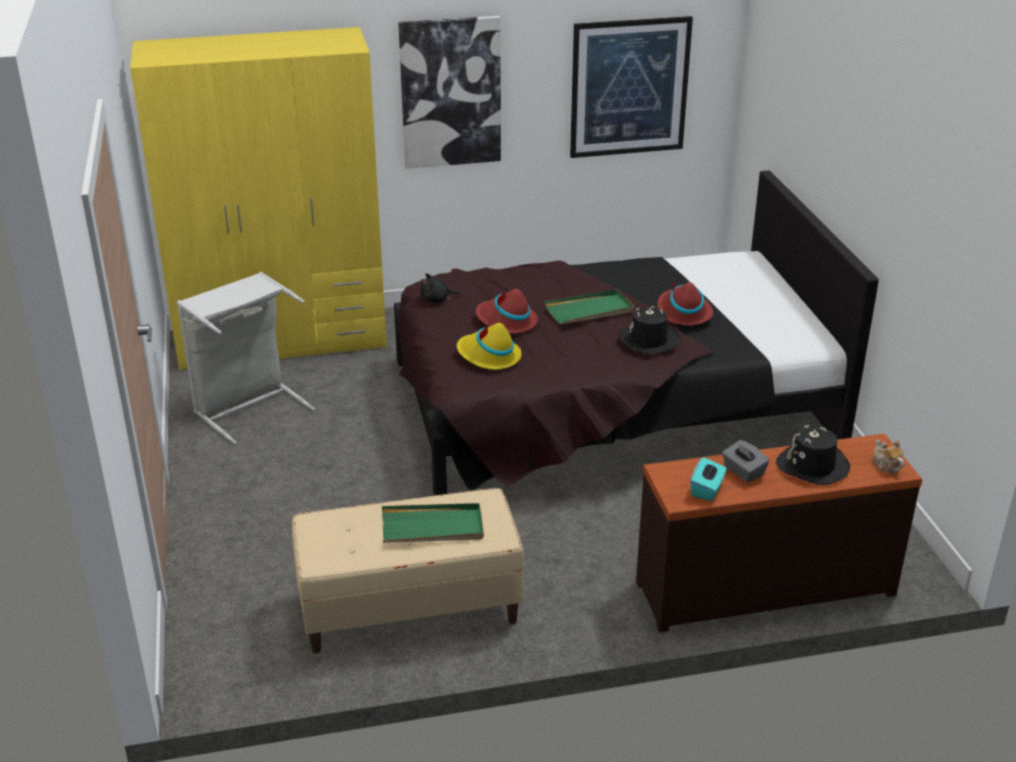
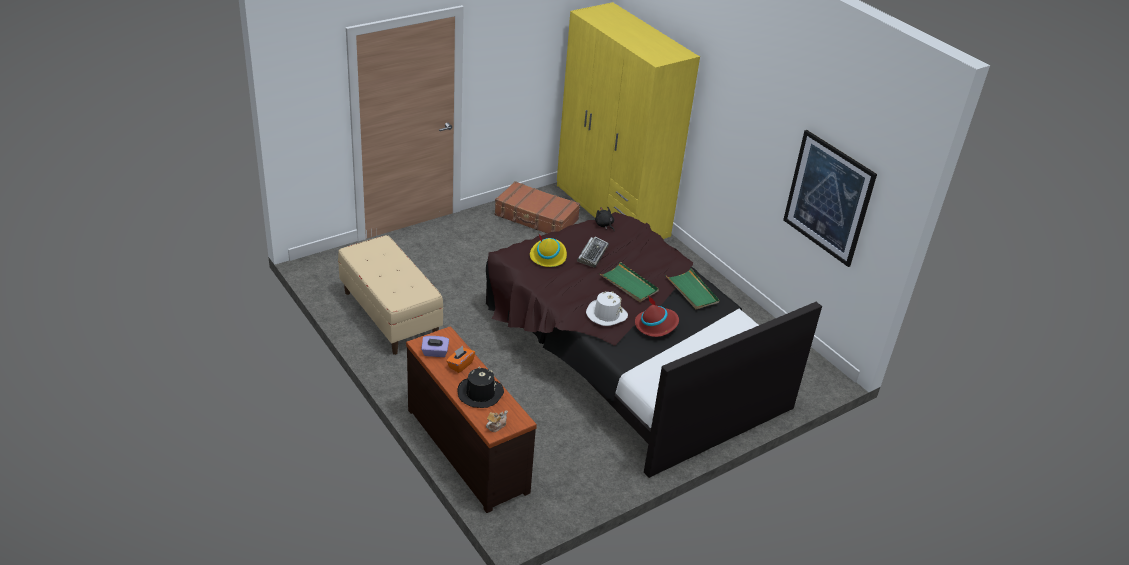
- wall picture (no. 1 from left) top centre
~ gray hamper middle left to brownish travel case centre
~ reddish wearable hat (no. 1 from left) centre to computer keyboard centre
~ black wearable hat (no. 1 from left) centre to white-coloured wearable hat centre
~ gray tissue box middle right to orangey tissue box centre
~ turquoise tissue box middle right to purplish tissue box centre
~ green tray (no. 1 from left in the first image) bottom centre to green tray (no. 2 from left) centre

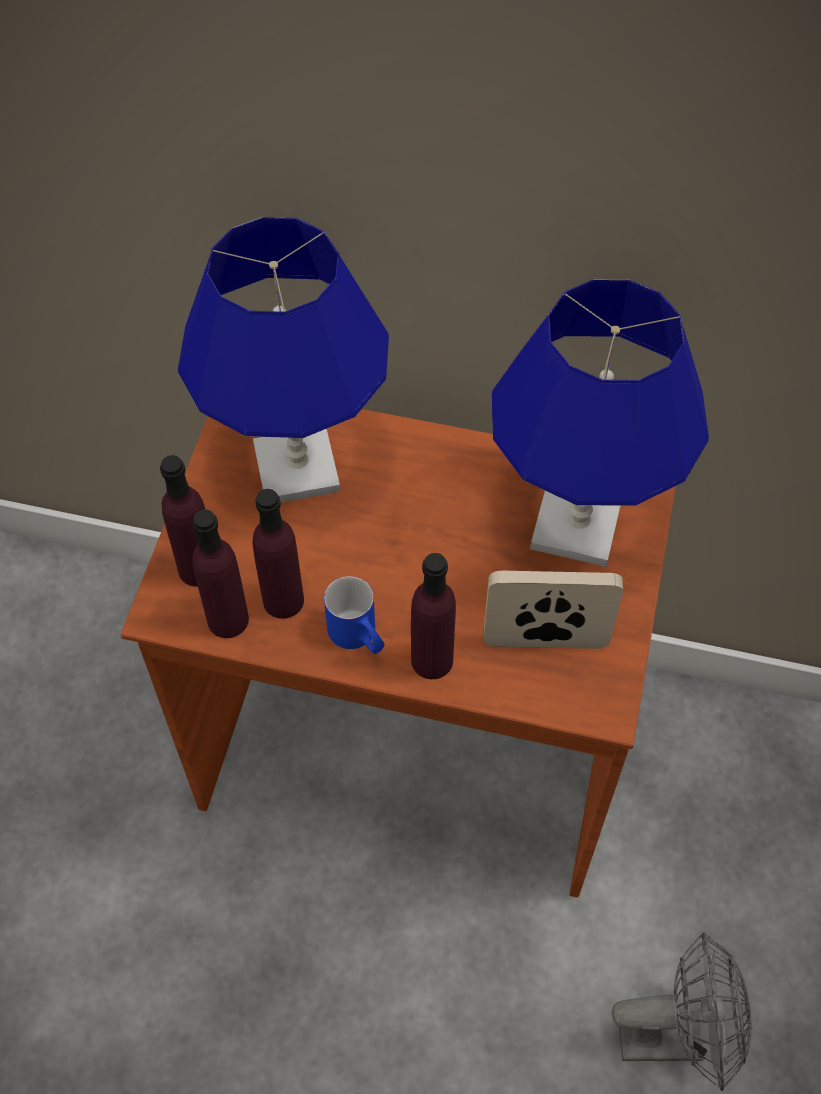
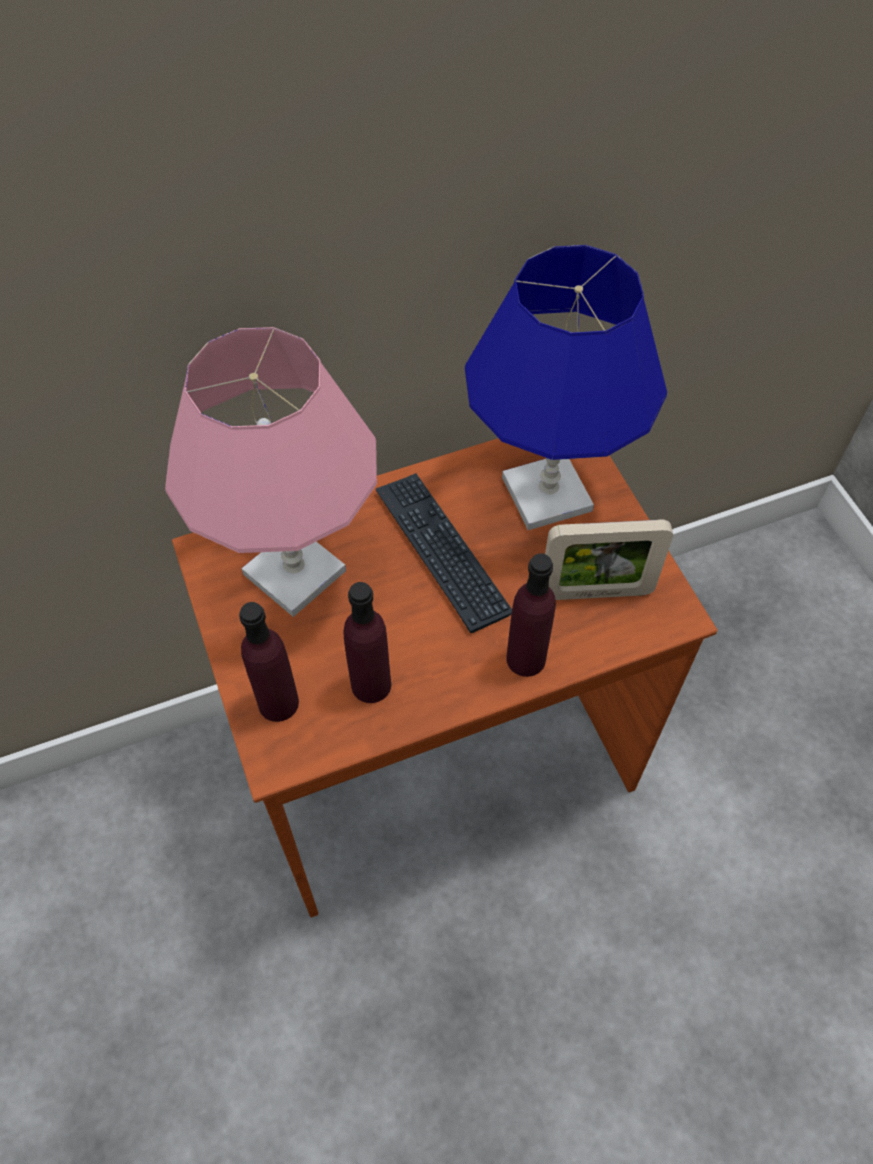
~ blue-coloured tabletop lamp (no. 1 from left) top centre to pinkish tabletop lamp middle left
- purplish drink bottle (no. 2 from left) middle left
~ standing frame middle right = middle right 150 degrees counterclockwise
- blue-coloured coffee mug centre
- gray fan bottom right
+ computer keyboard centre

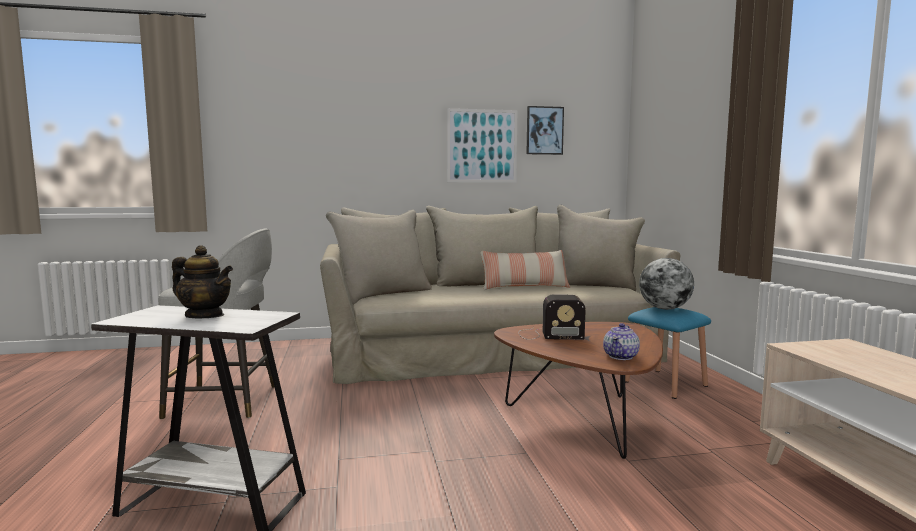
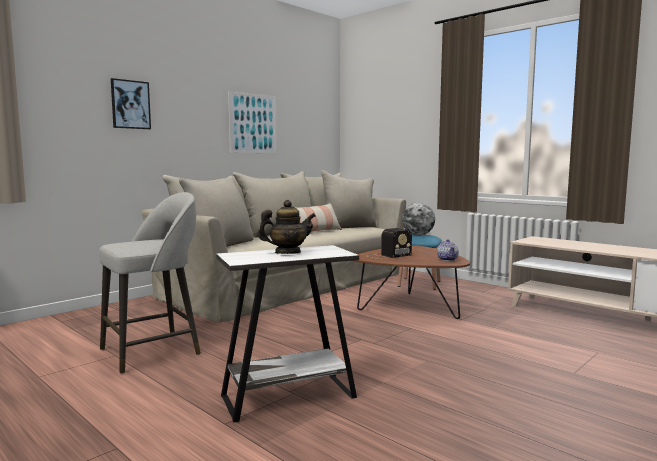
~ wall picture (no. 2 from left in the first image) top centre to wall picture (no. 1 from left) top left

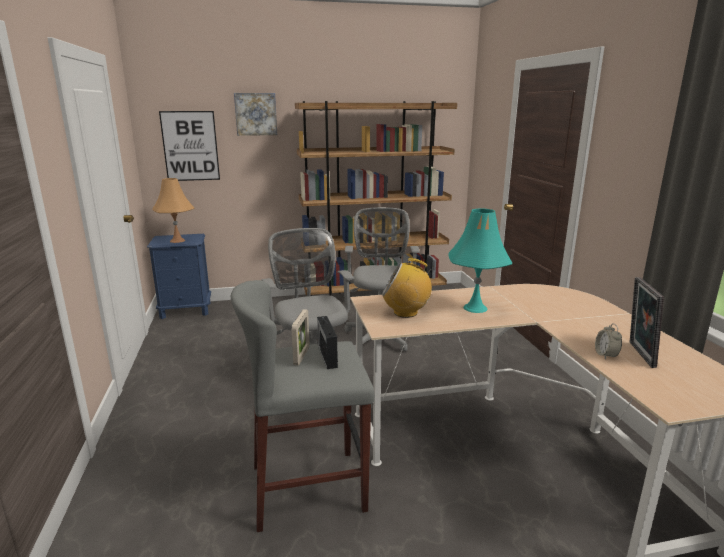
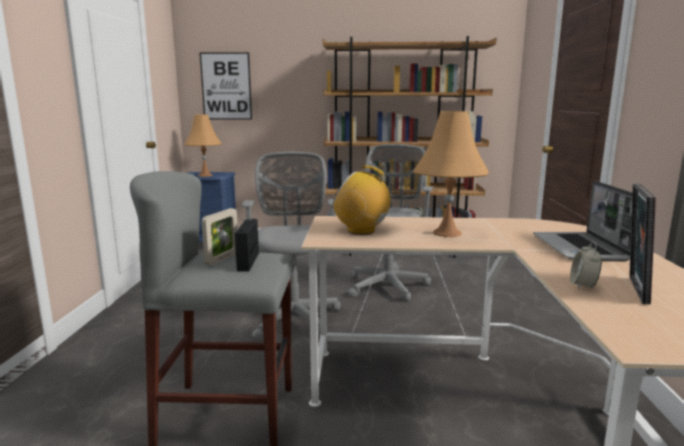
- wall picture (no. 2 from left) top centre
~ turquoise tabletop lamp centre to orangey tabletop lamp (no. 2 from left) centre
+ laptop middle right

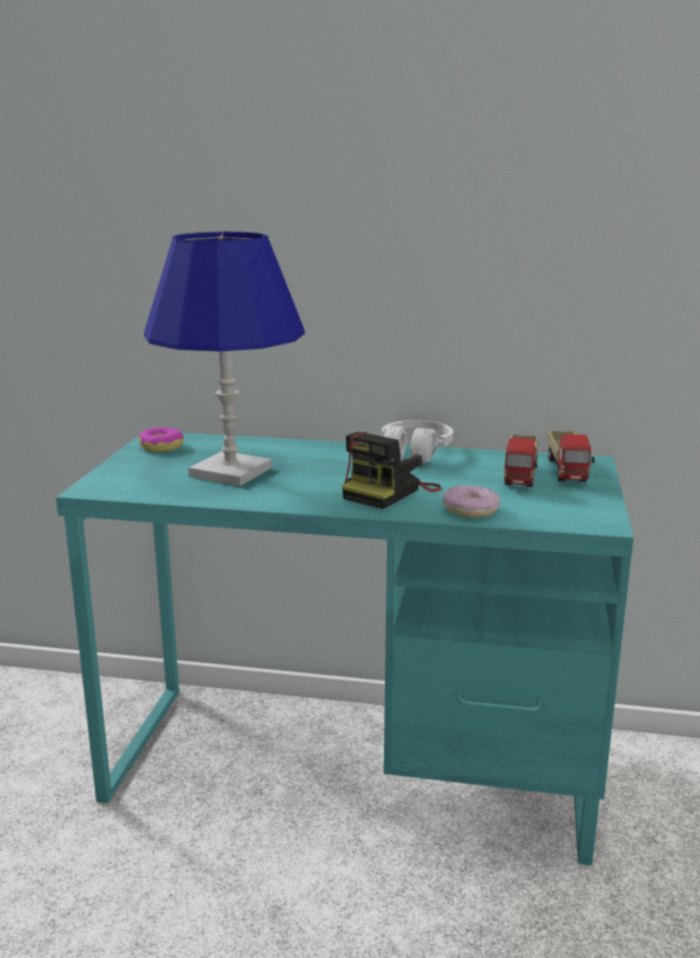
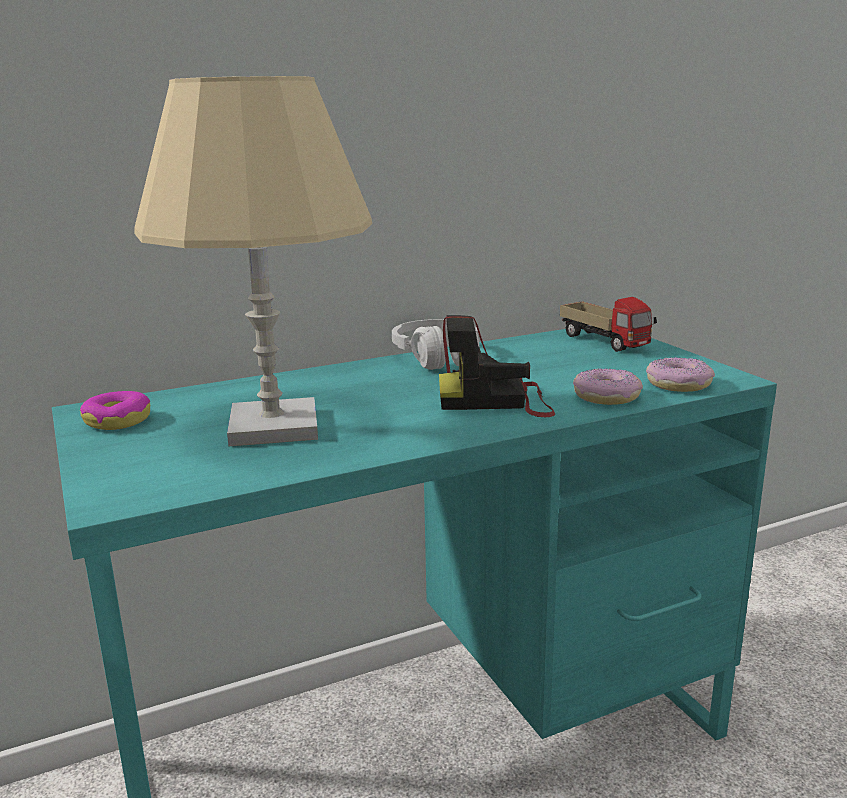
~ blue-coloured tabletop lamp middle left to beige tabletop lamp top left
~ still camera centre = centre 90 degrees clockwise
- model truck (no. 1 from left) middle right
+ doughnut (no. 3 from left) middle right

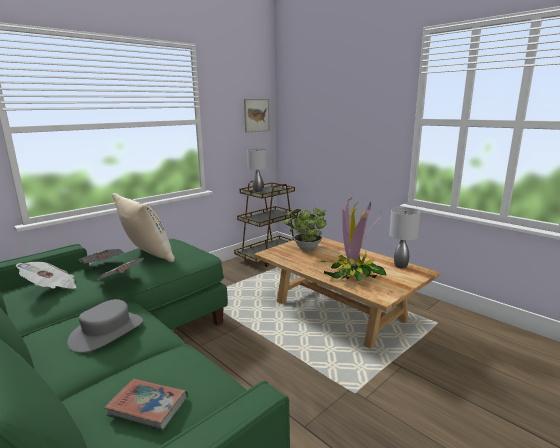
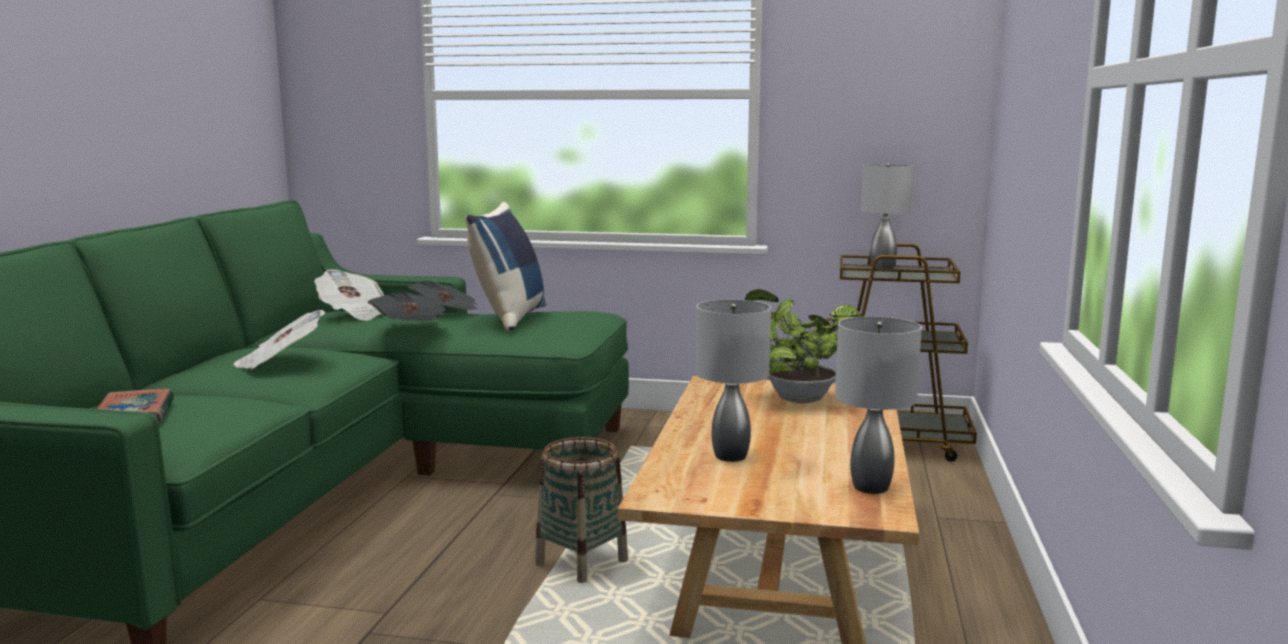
- wall picture top centre
~ beige pillow middle left to blue-coloured pillow centre
~ plant in a pot (no. 2 from left) centre to gray tabletop lamp (no. 1 from left) centre
~ gray wearable hat bottom left to daily paper (no. 1 from left) middle left
+ household basket bottom centre

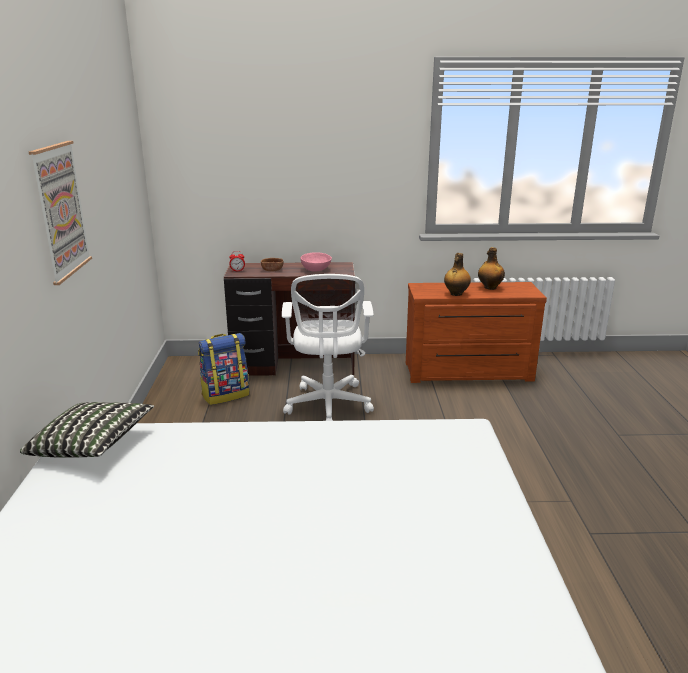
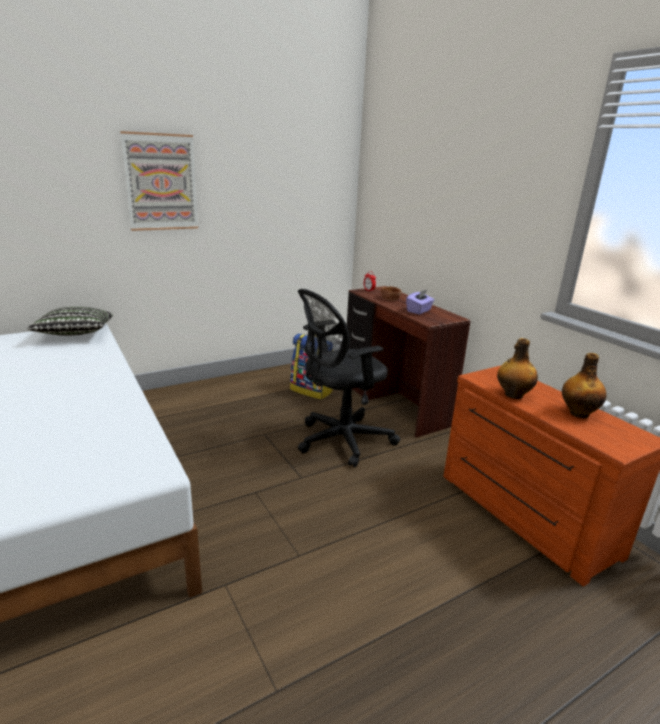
~ pinkish bowl centre to purplish tissue box centre
~ white-coloured computer chair centre to black computer chair centre

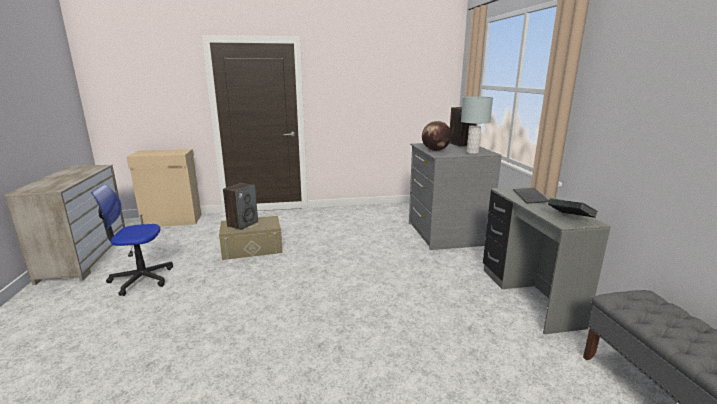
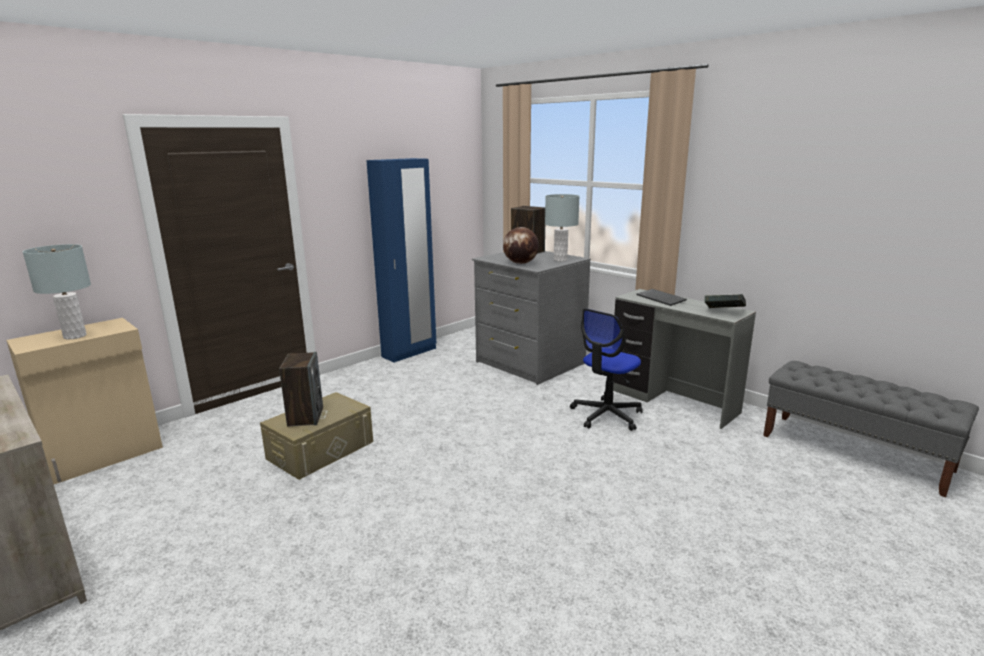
~ computer chair middle left to centre
+ blue-coloured wardrobe centre
+ gray tabletop lamp (no. 1 from left) middle left

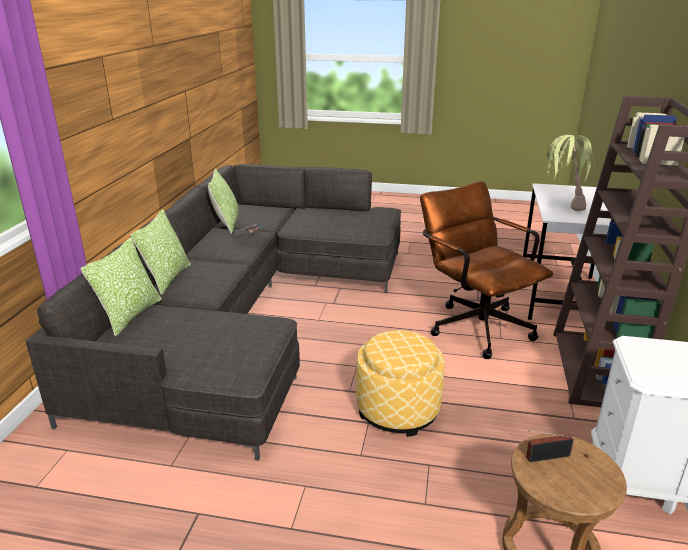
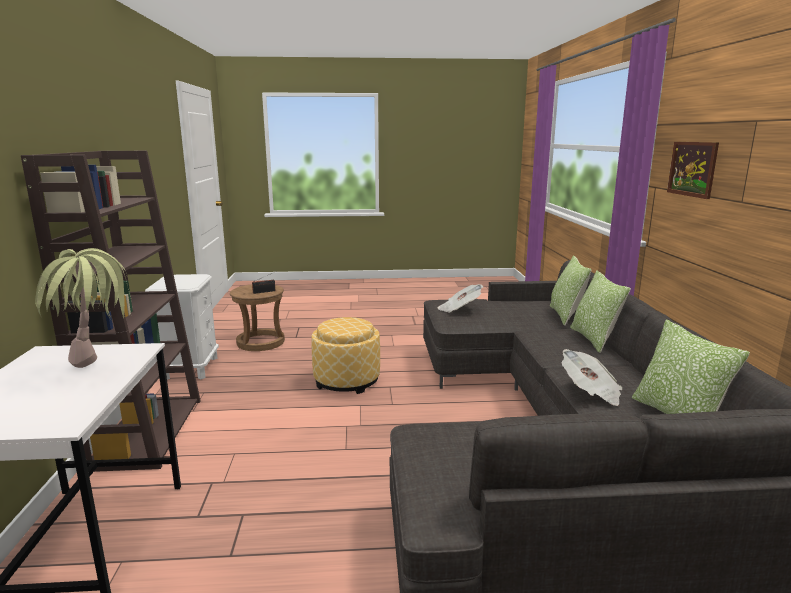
- brownish computer chair middle right
+ wall picture top right
+ daily paper (no. 1 from left) centre

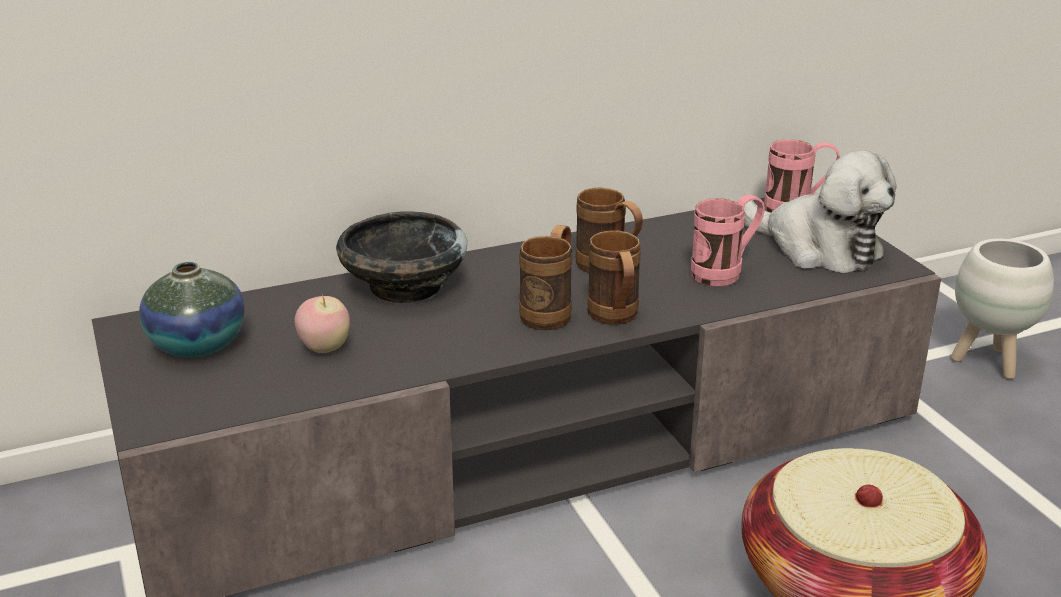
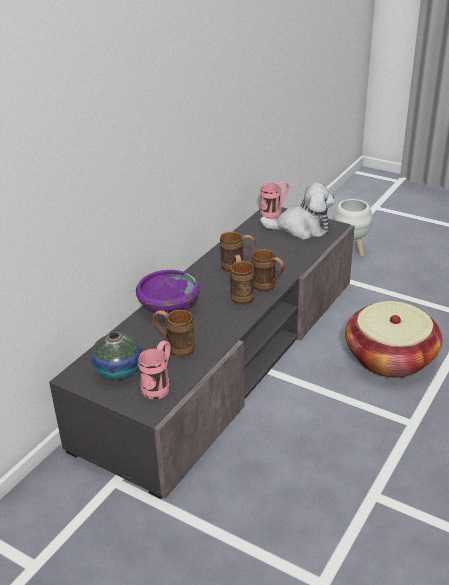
~ pinkish coffee mug (no. 1 from left) middle right to centre
~ black bowl centre to purplish bowl centre
~ whole apple middle left to brownish coffee mug (no. 1 from left) centre

